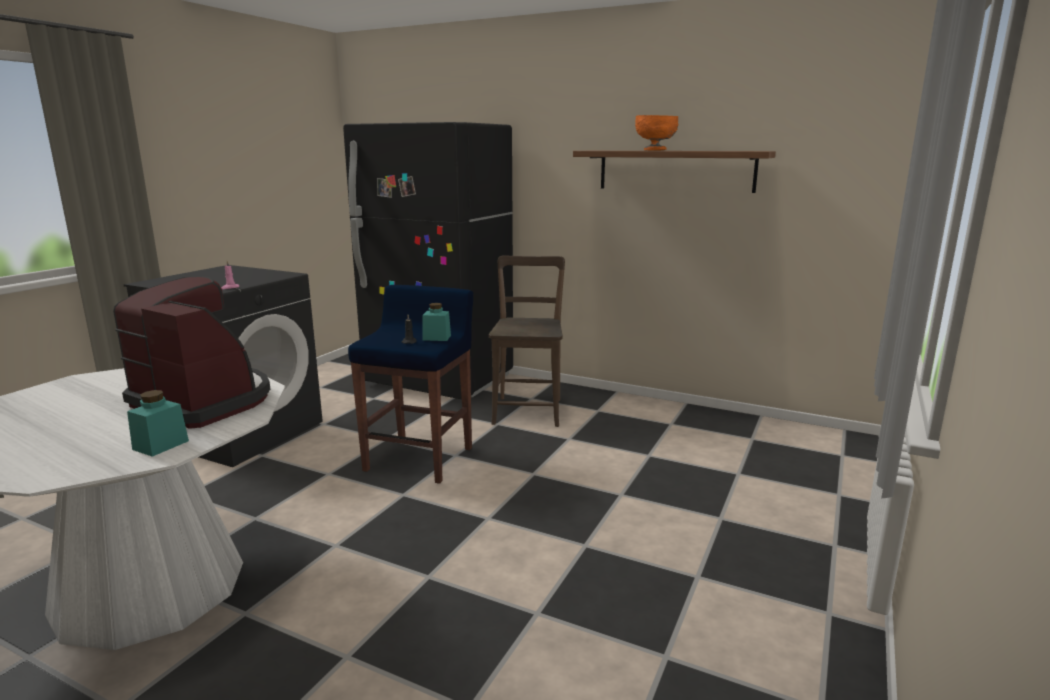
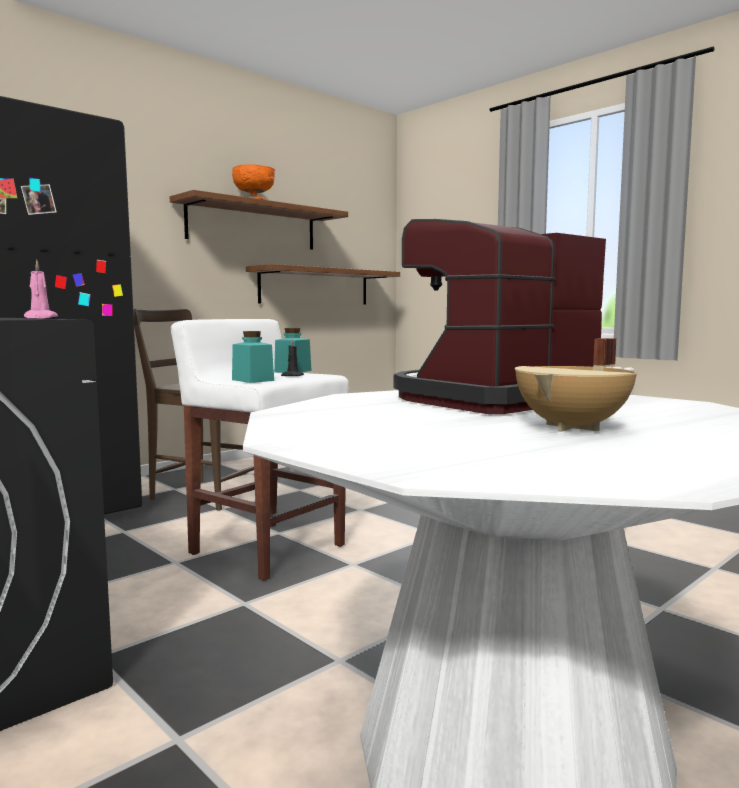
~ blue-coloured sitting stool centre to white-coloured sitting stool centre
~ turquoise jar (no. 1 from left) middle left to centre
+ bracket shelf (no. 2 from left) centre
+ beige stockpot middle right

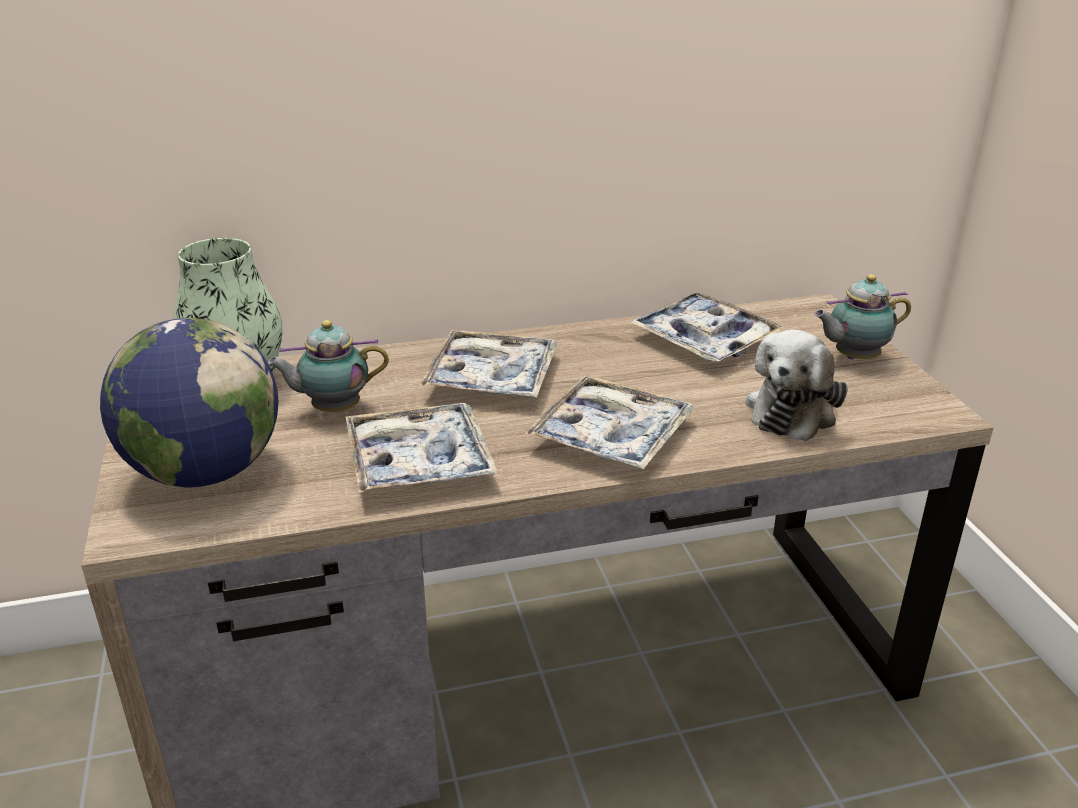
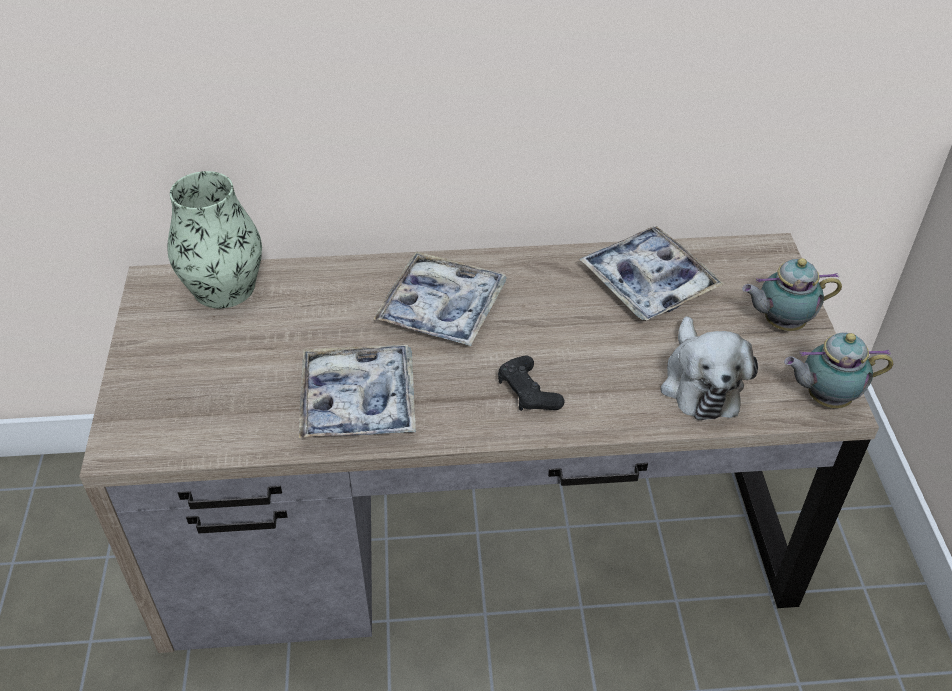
- desk globe middle left
~ tea pot (no. 1 from left in the first image) middle left to tea pot (no. 2 from left) middle right
~ soft toy middle right = middle right 45 degrees counterclockwise
~ tray (no. 3 from left) centre to black game controller centre

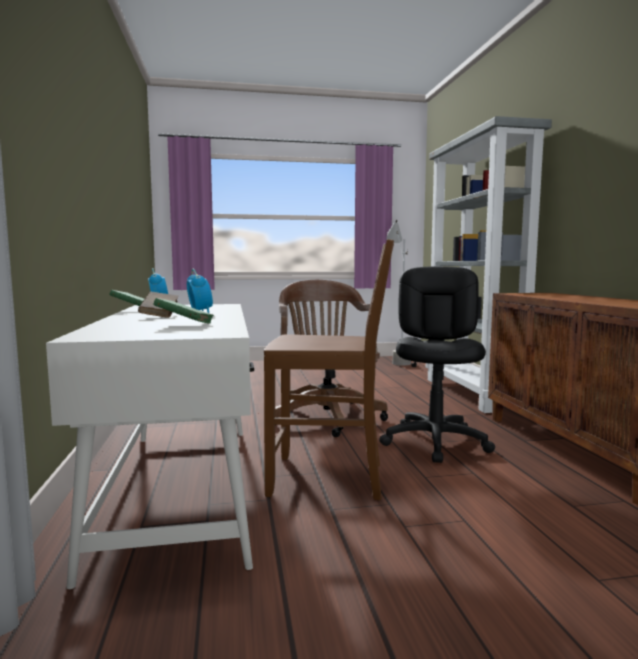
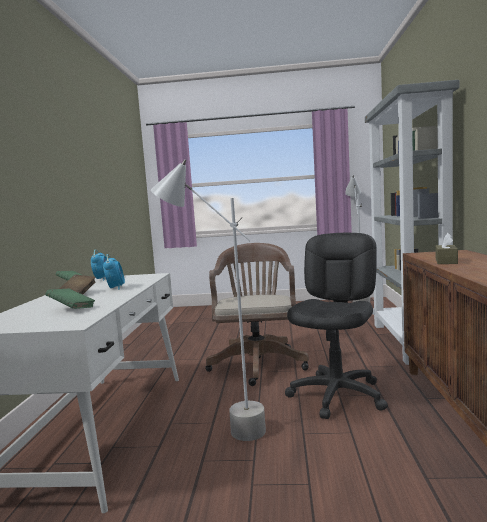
~ brownish plain chair centre to gray floor lamp (no. 1 from left) centre
+ brownish tissue box middle right

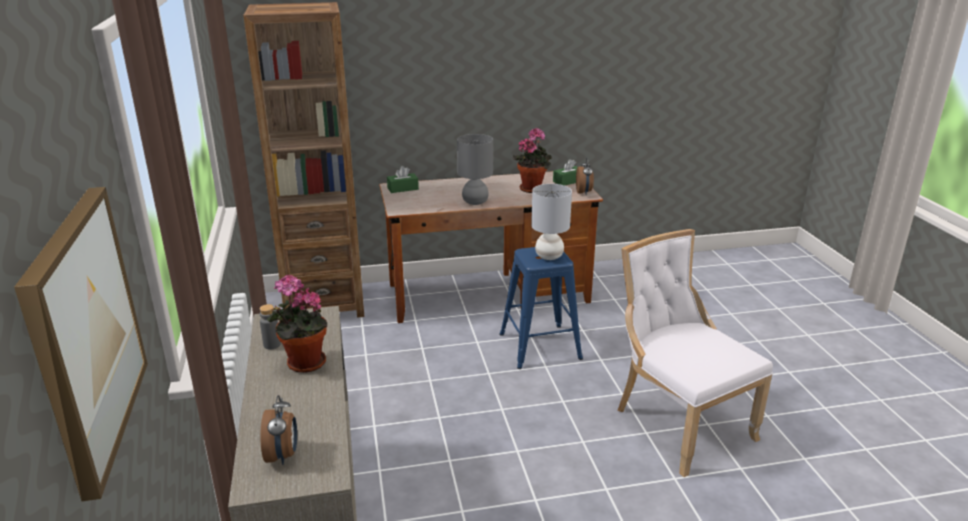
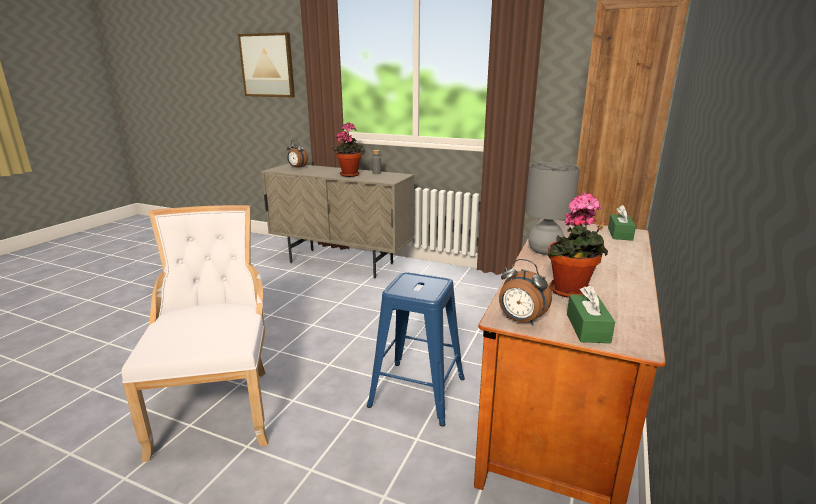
- gray tabletop lamp (no. 2 from left) centre
~ white-coloured plain chair bottom right = middle left 105 degrees counterclockwise

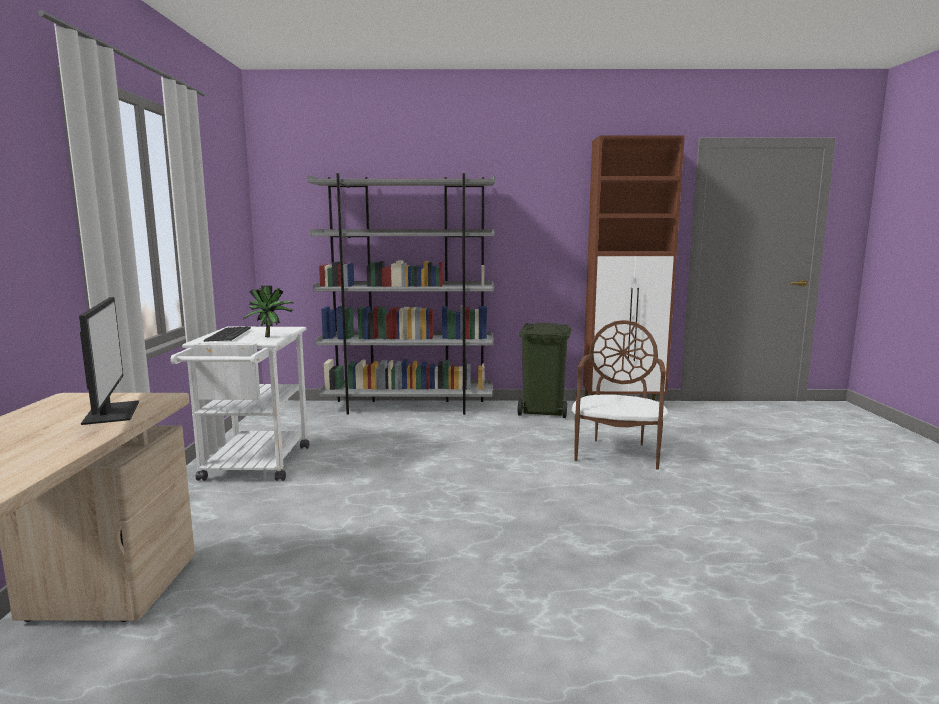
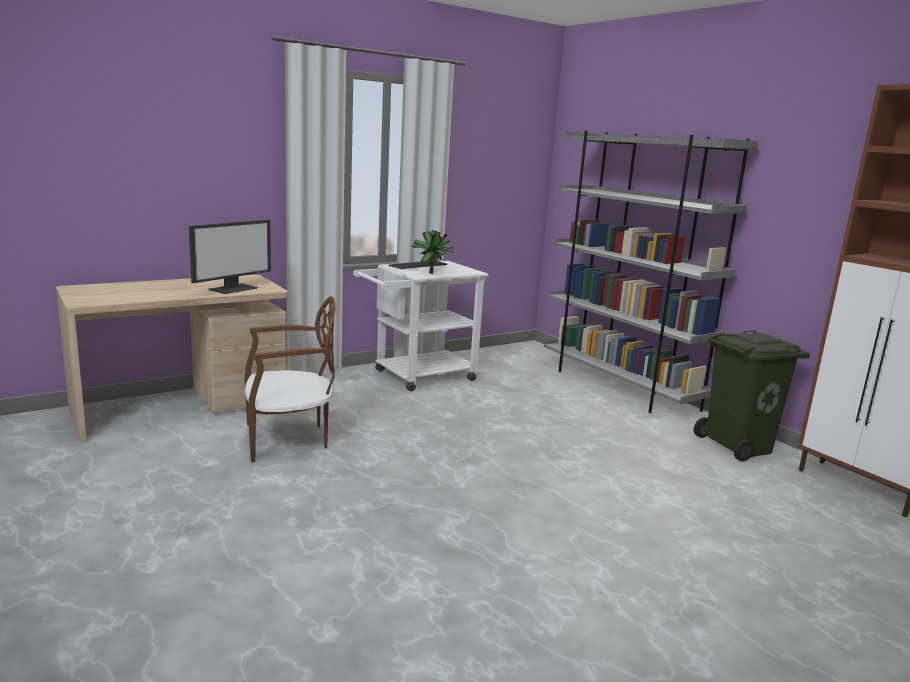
~ brownish plain chair centre to middle left

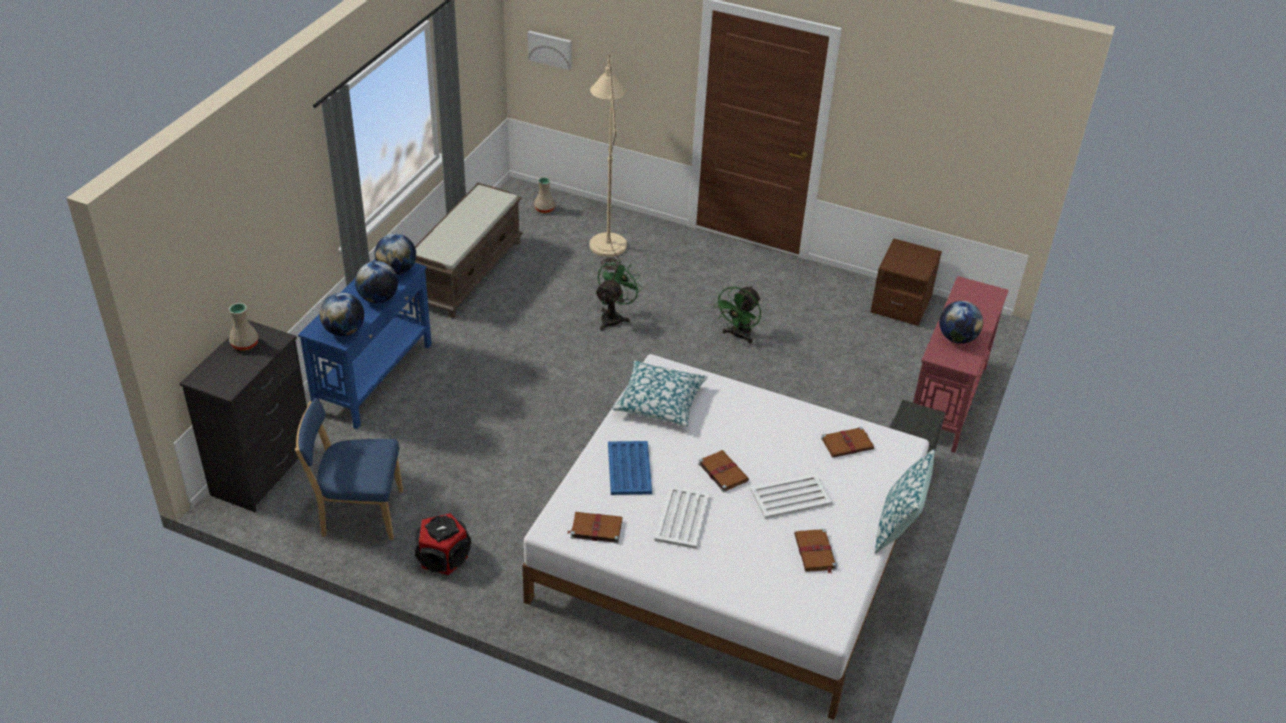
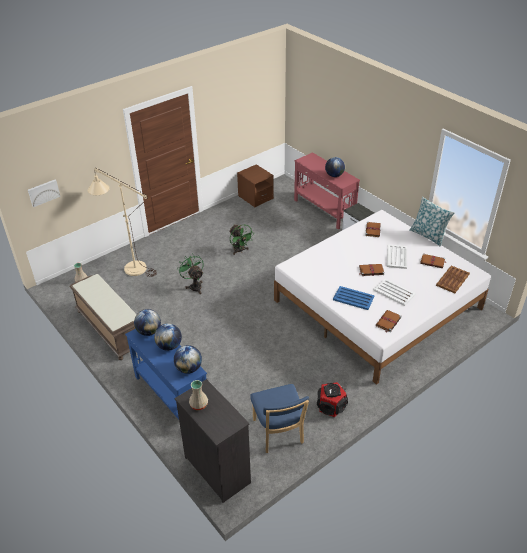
- pillow (no. 1 from left) centre
~ blue-coloured plain chair middle left = bottom centre 45 degrees counterclockwise
+ brownish tray middle right

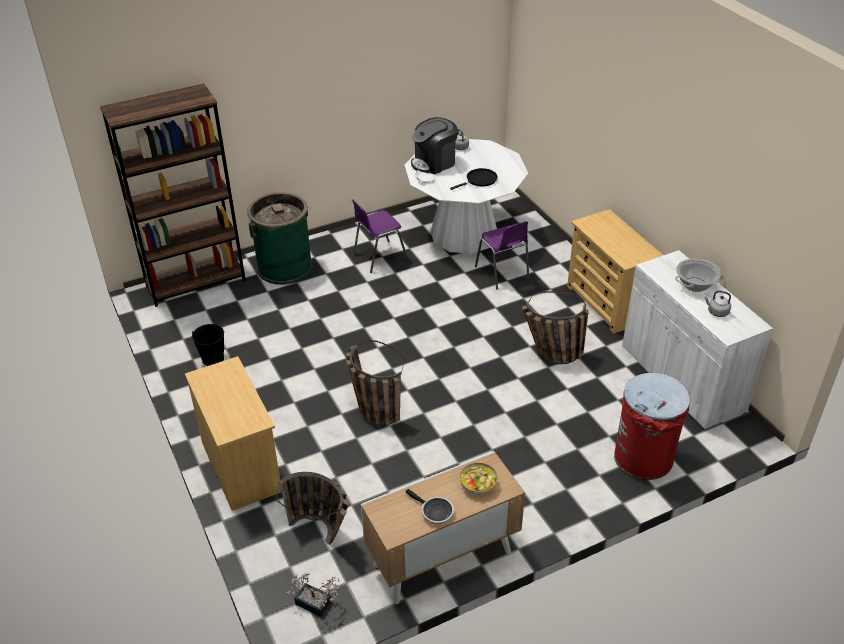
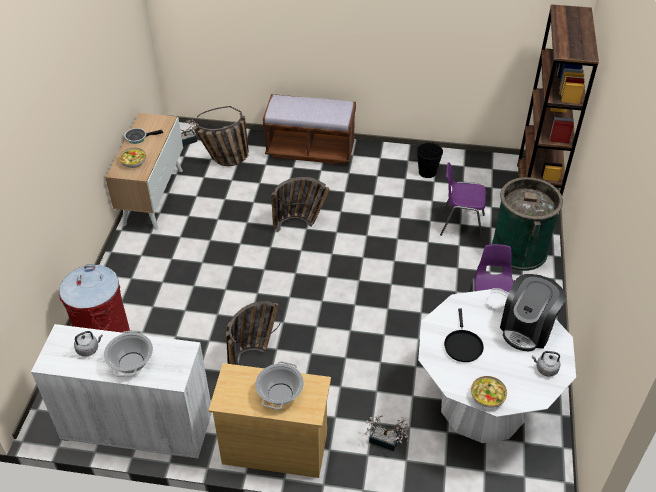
~ coffee brewer top centre = middle right 150 degrees counterclockwise
~ purplish plain chair (no. 2 from left in the first image) centre to purplish plain chair (no. 1 from left) middle right
~ beige drawer chest (no. 1 from left) bottom left to brownish bench top centre
+ stockpot (no. 2 from left) bottom centre
+ bowl (no. 2 from left) bottom right
+ plant in a pot (no. 2 from left) bottom centre

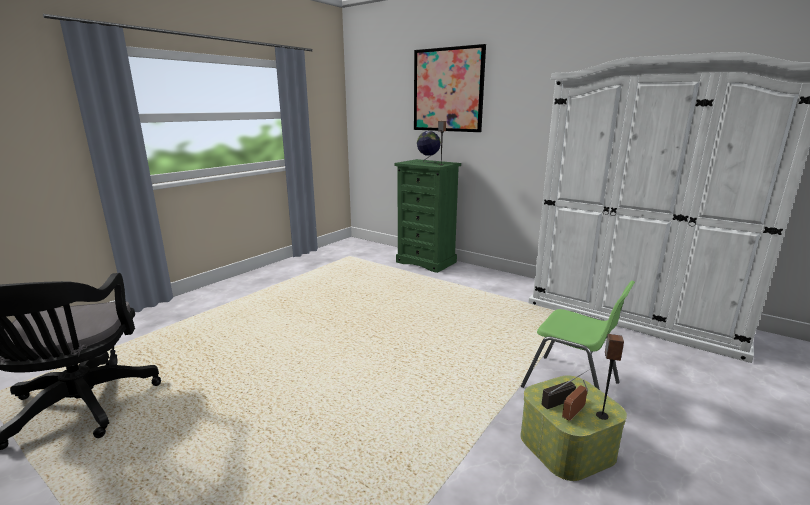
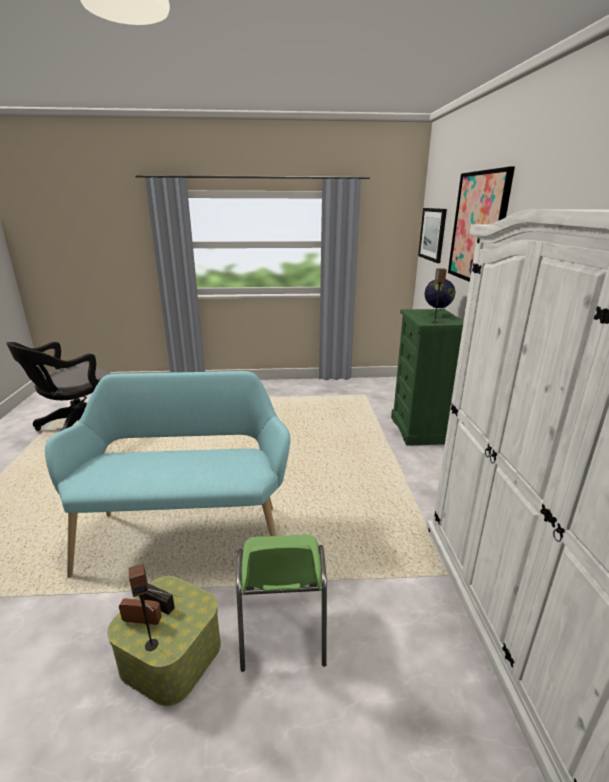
+ wall picture (no. 1 from left) top right
+ turquoise bench middle left

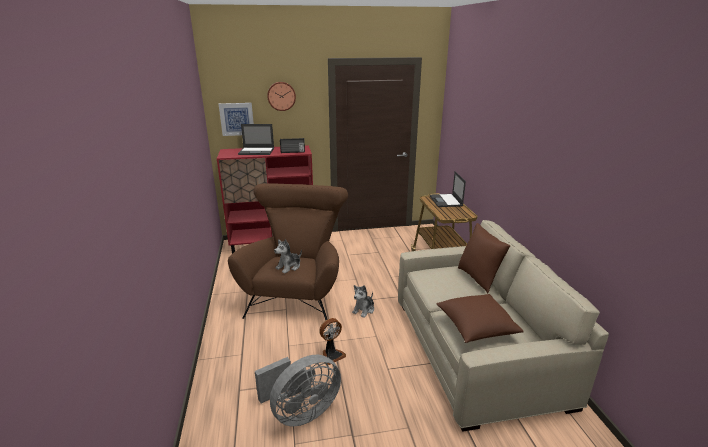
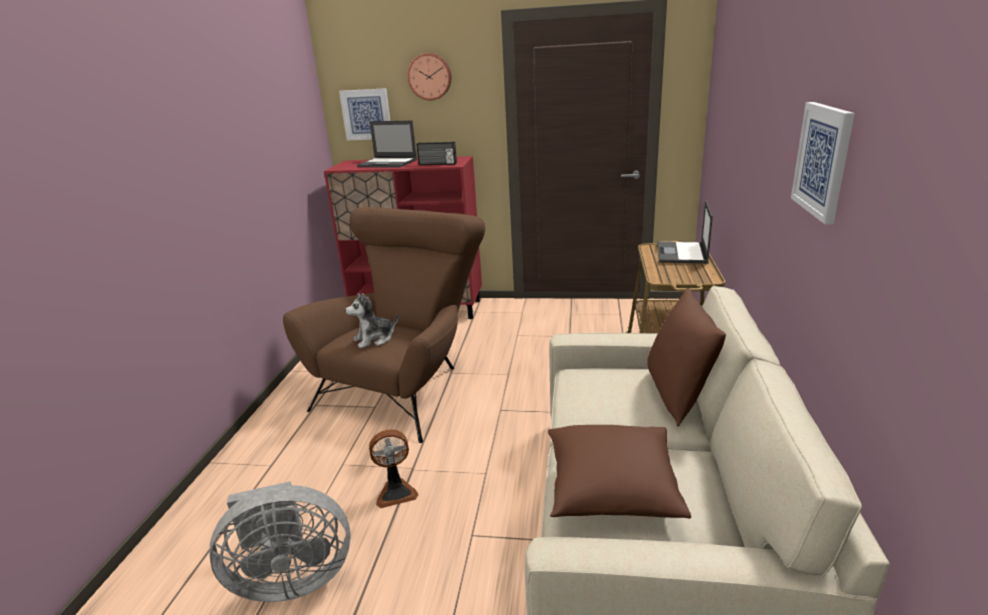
- soft toy (no. 2 from left) bottom centre
+ wall picture (no. 2 from left) top right

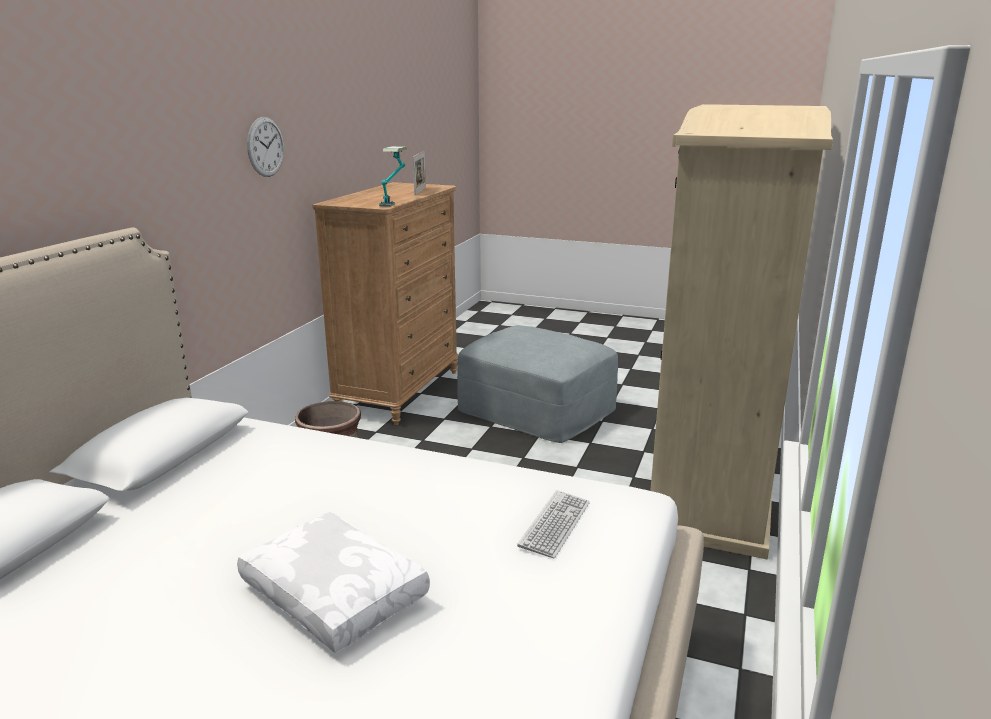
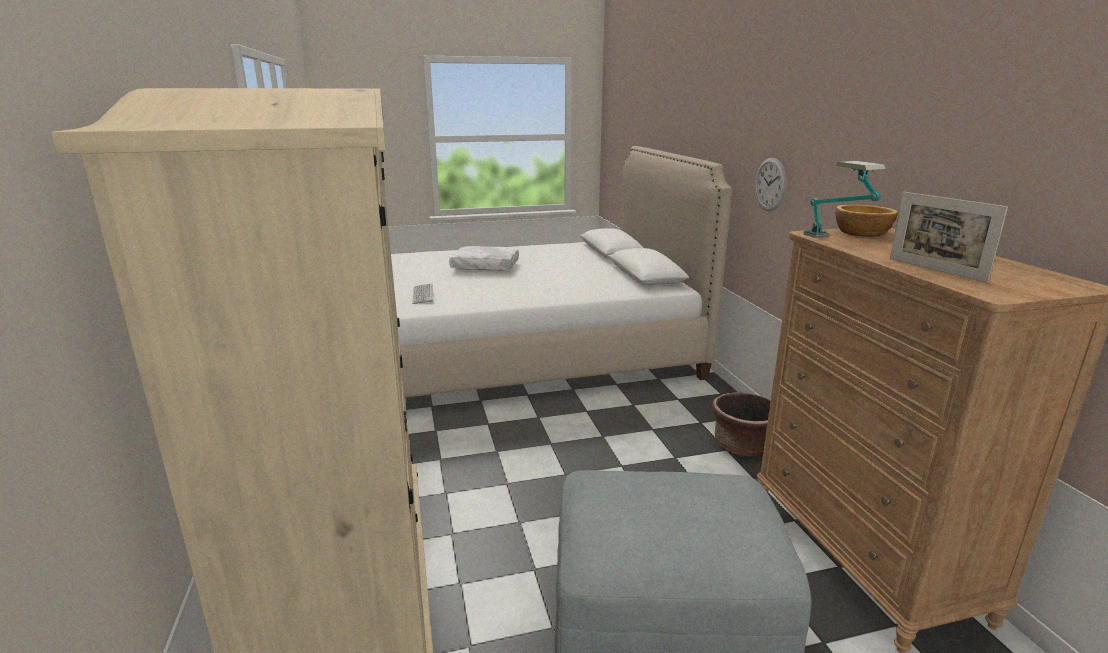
~ clock on the wall top left to top right
+ bowl middle right

